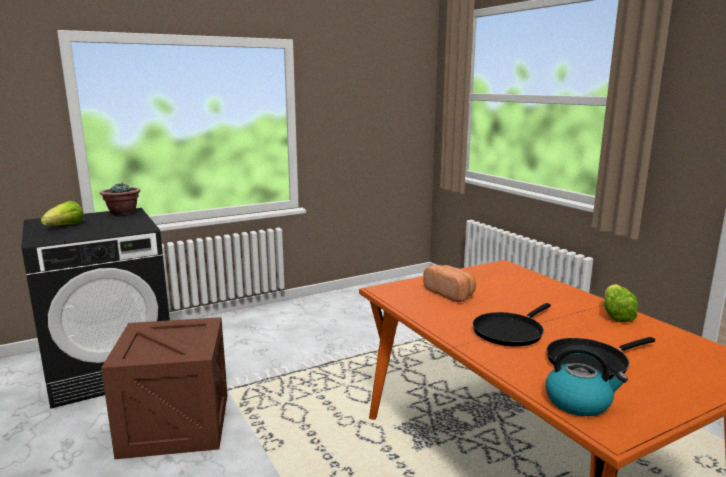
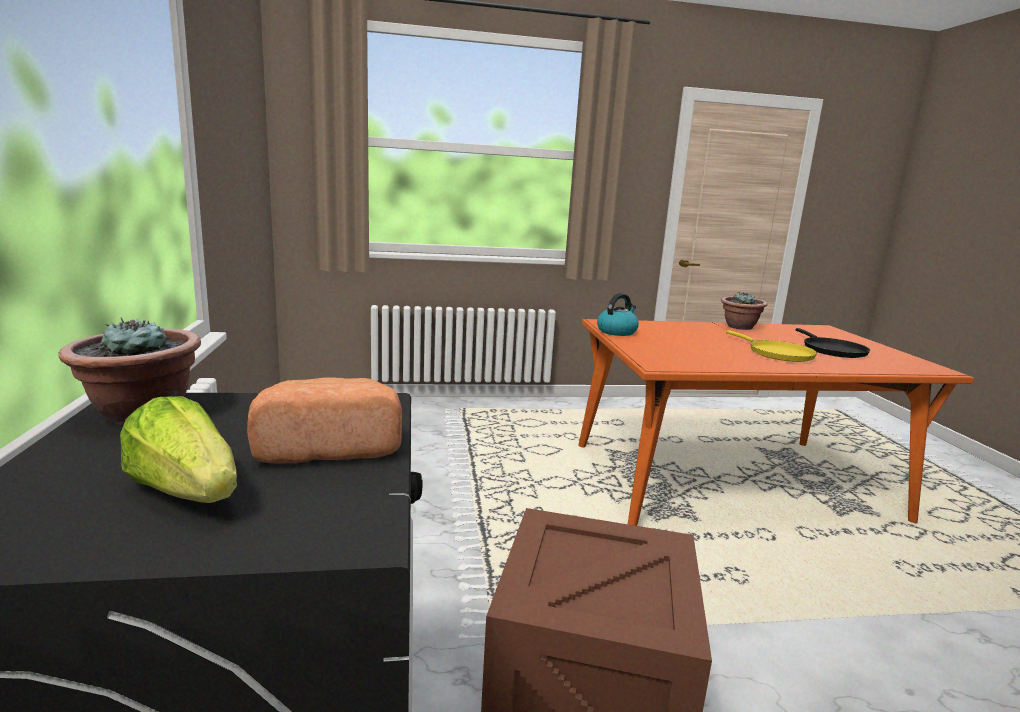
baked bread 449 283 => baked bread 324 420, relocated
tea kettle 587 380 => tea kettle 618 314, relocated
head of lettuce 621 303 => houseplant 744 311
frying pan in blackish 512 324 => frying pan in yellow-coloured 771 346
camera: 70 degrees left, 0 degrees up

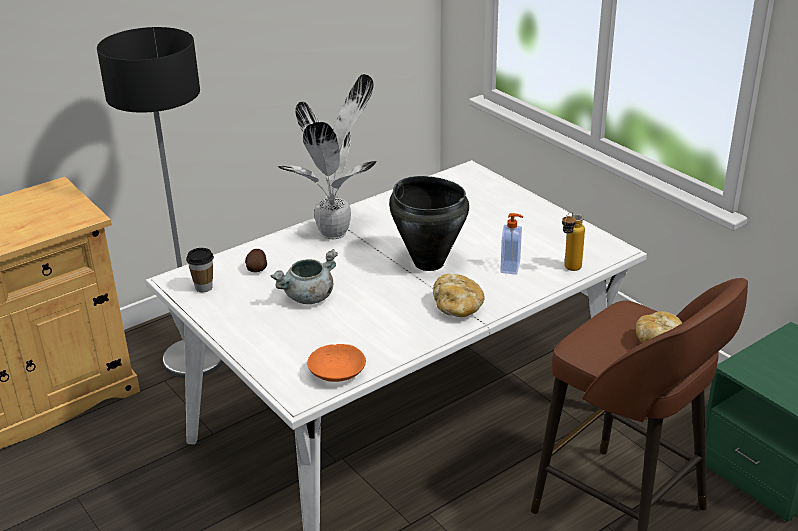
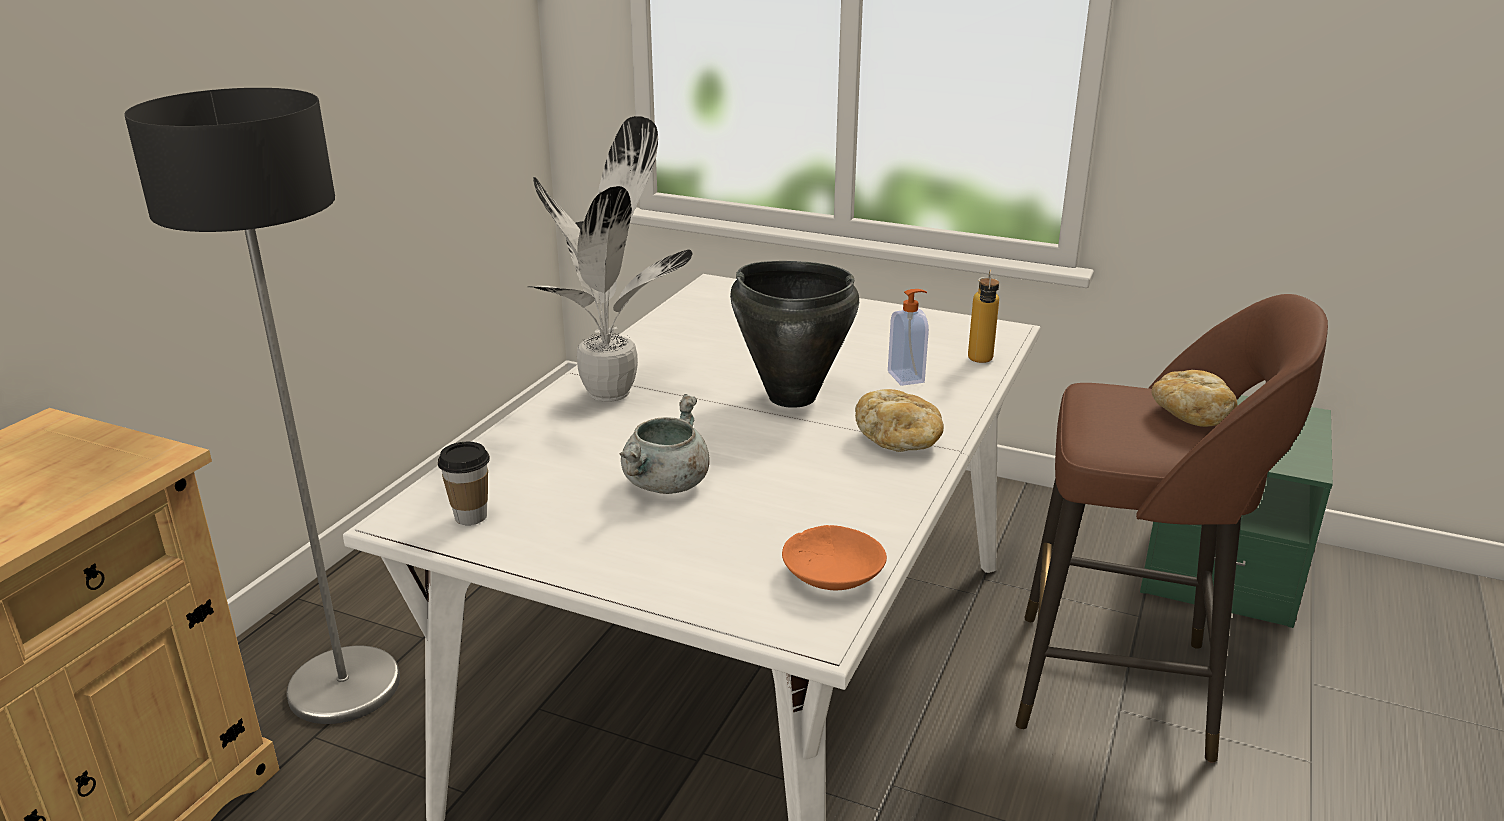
whole potato 256 260 => nothing
camera: 30 degrees left, 5 degrees down

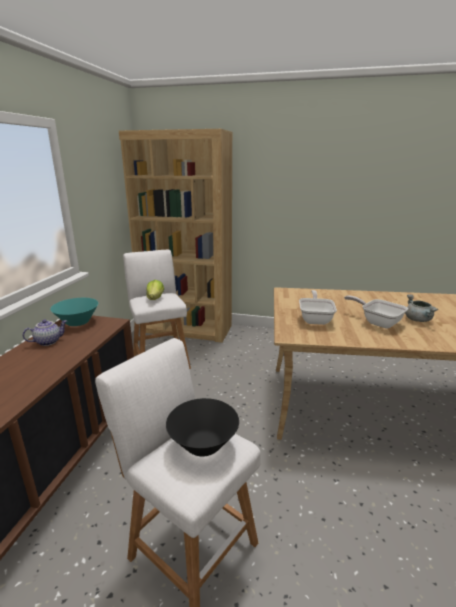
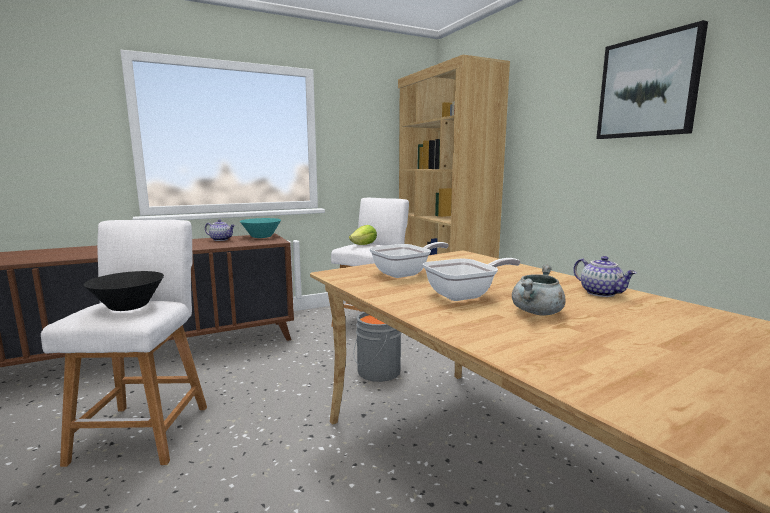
nothing => water bucket in gray 377 347
frying pan 376 312 => frying pan 472 279, 60 degrees clockwise
nothing => pot for tea 605 276
nothing => picture 652 79
camera: 50 degrees right, 10 degrees down

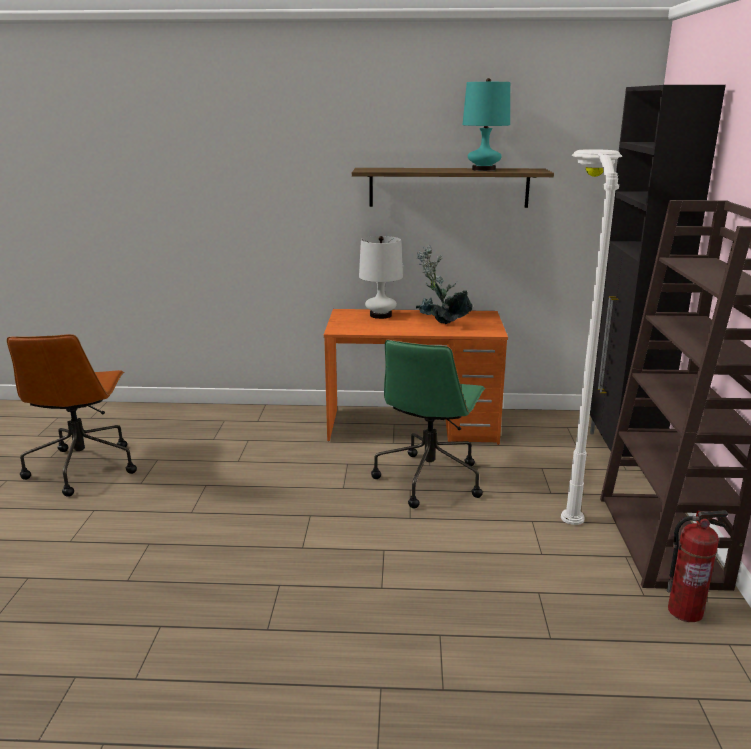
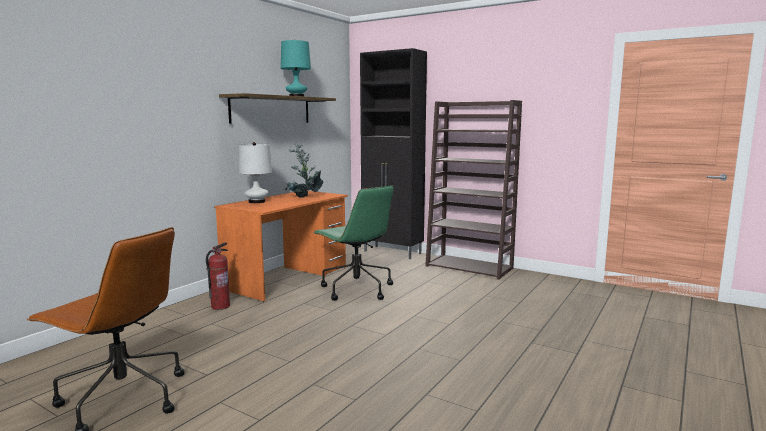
fire extinguisher 697 566 => fire extinguisher 218 276, relocated
standing lamp in whitish 591 337 => nothing
camera: 60 degrees left, 10 degrees down

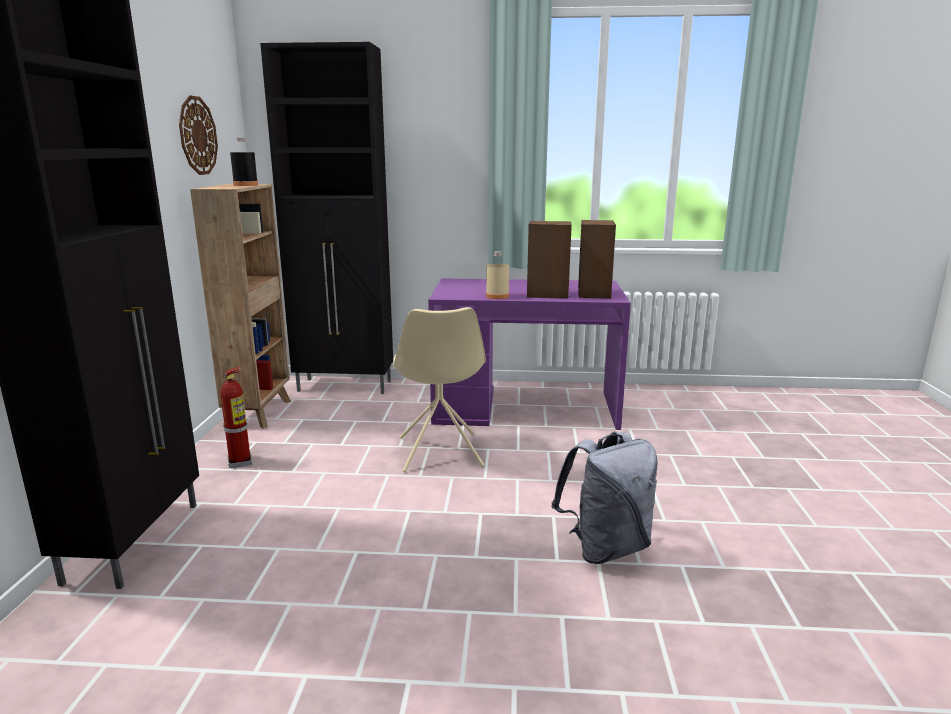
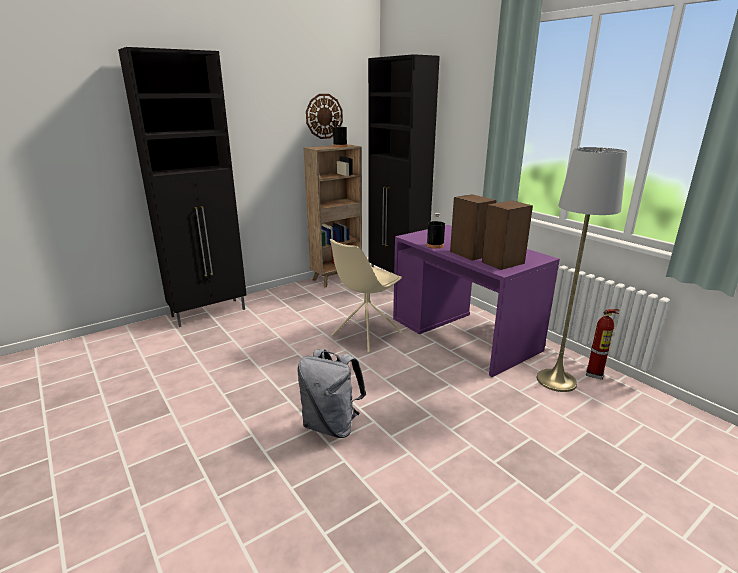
bottle in sand-coloured 497 275 => bottle in blackish 436 231
nothing => standing lamp in gray 582 269
fire extinguisher 236 417 => fire extinguisher 603 344, relocated
camera: 50 degrees right, 5 degrees up

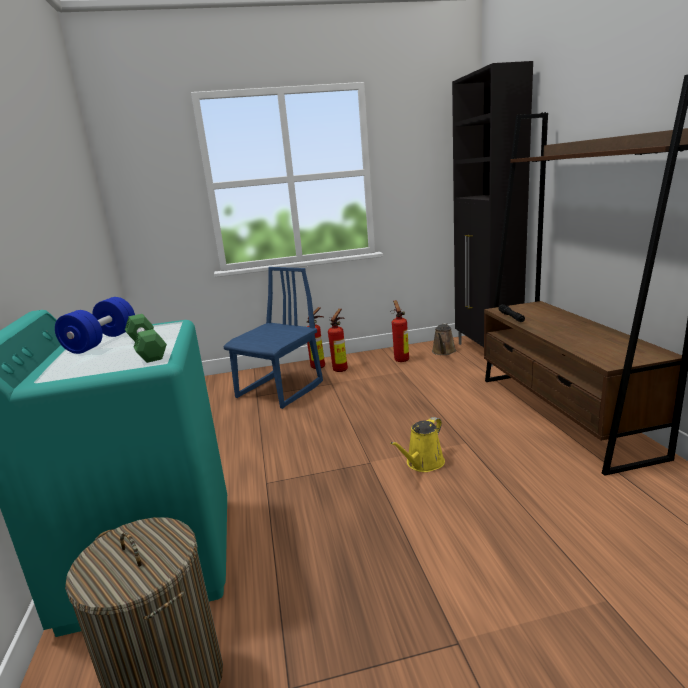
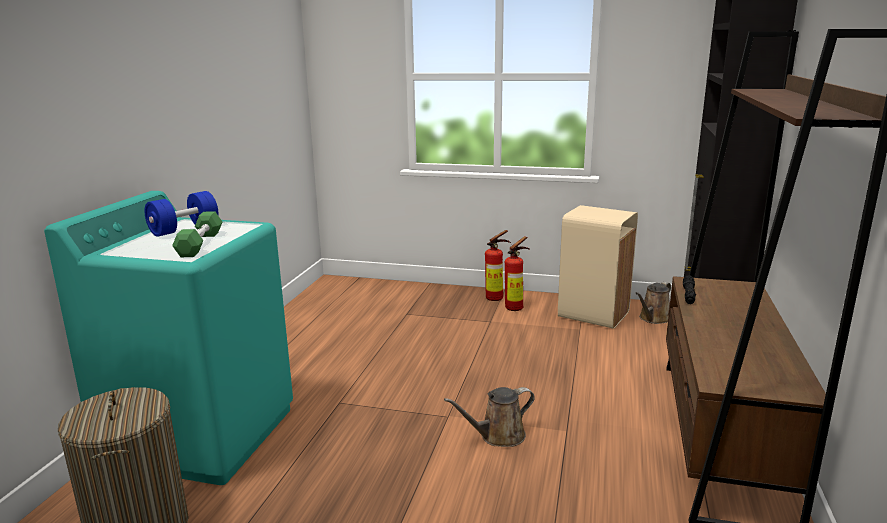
watering can in yellow-coloured 417 444 => watering can in brown-coloured 489 417
fire extinguisher 400 331 => rubbish bin in sand-coloured 598 267
upright chair in blue-coloured 273 338 => nothing
camera: 25 degrees right, 0 degrees up

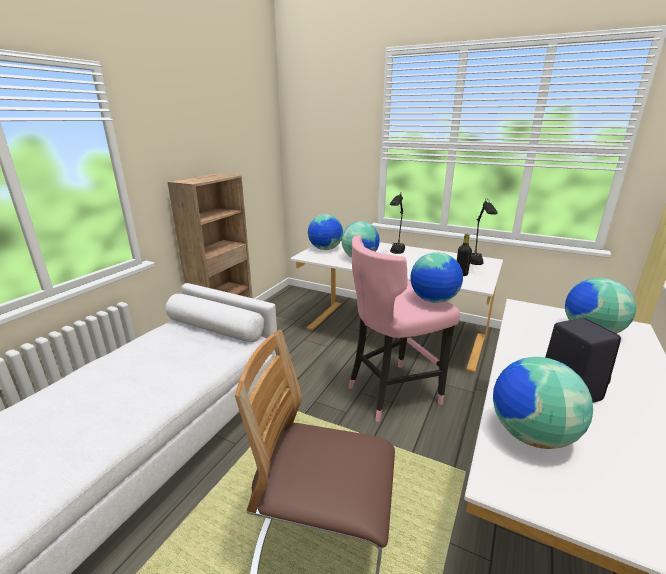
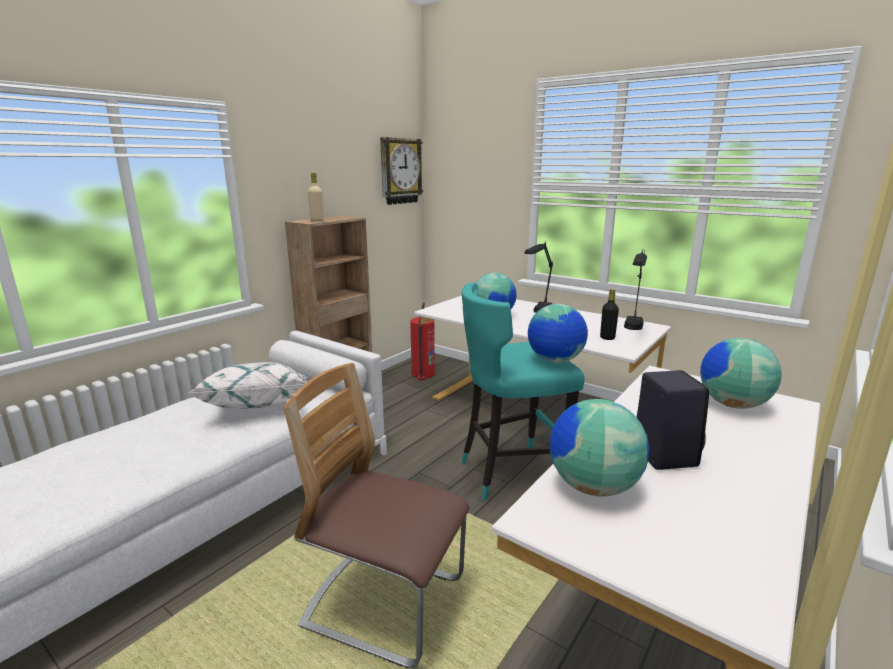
nothing => cushion in whitish 248 385
nothing => bottle in sand-coloured 316 197
nothing => clock on the wall 401 171
nothing => fire extinguisher 422 342
stool in pinkish 404 328 => stool in blue-green 523 391
globe 325 232 => nothing
camera: 10 degrees right, 5 degrees down

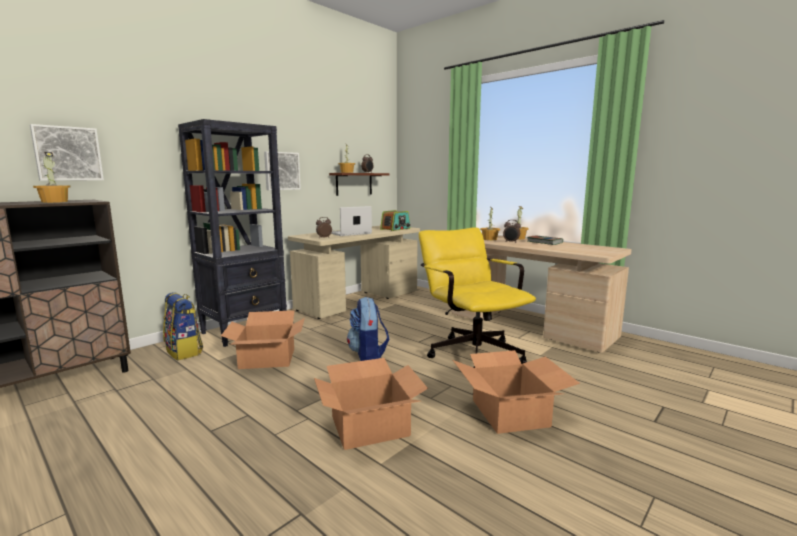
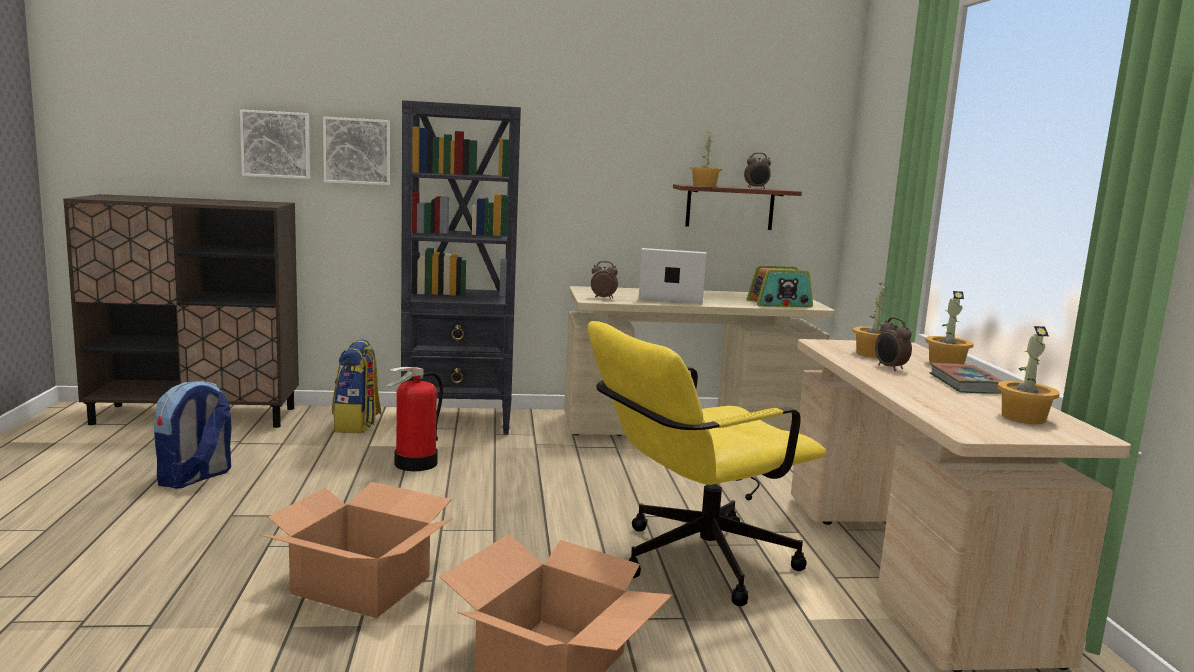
backpack 368 329 => backpack 192 435, relocated
picture 282 170 => picture 356 151, relocated
carton 263 339 => fire extinguisher 415 419
desk chair in yellow-coloured 477 298 => desk chair in yellow-coloured 707 463, 135 degrees counterclockwise
houseplant 52 177 => houseplant 1028 375, relocated
camera: 40 degrees right, 0 degrees up

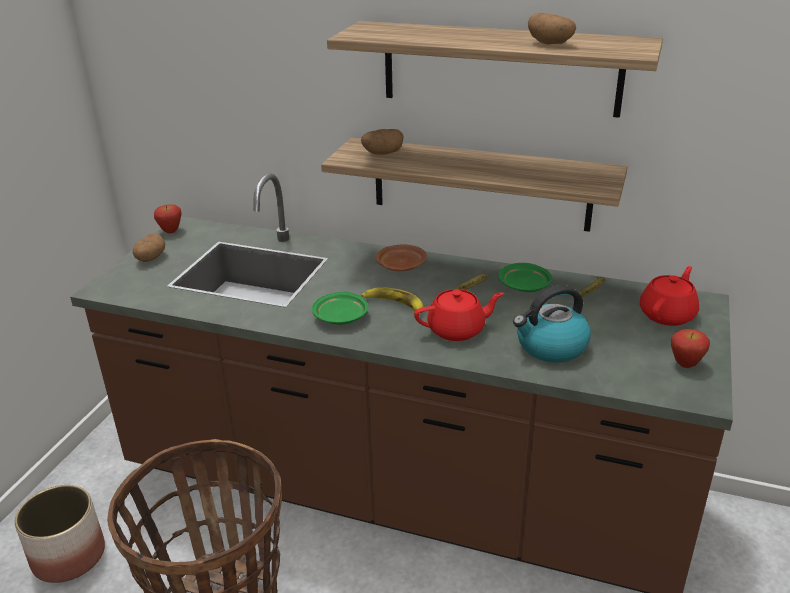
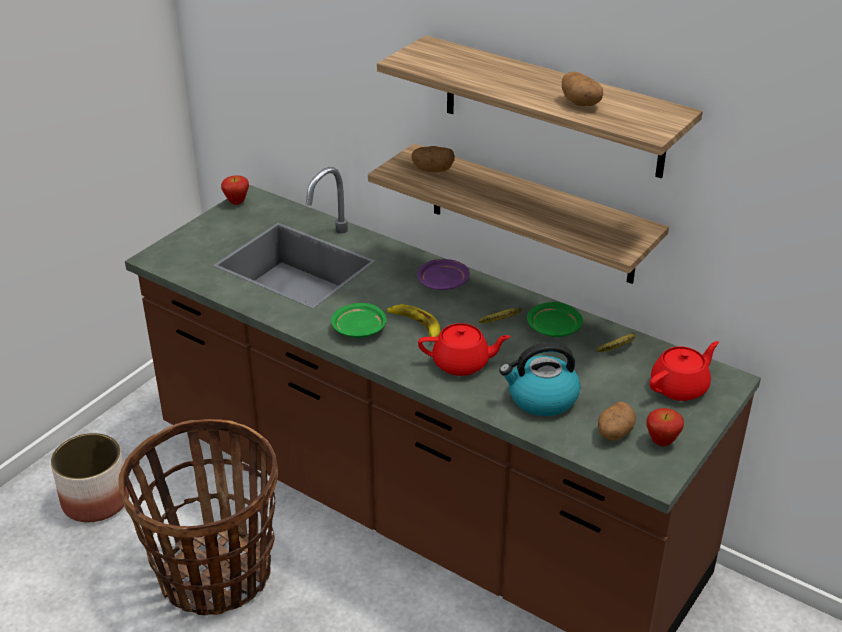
plate in brown-coloured 401 257 => plate in purple-coloured 443 274
whole potato 149 247 => whole potato 617 421, relocated
camera: 15 degrees right, 5 degrees up

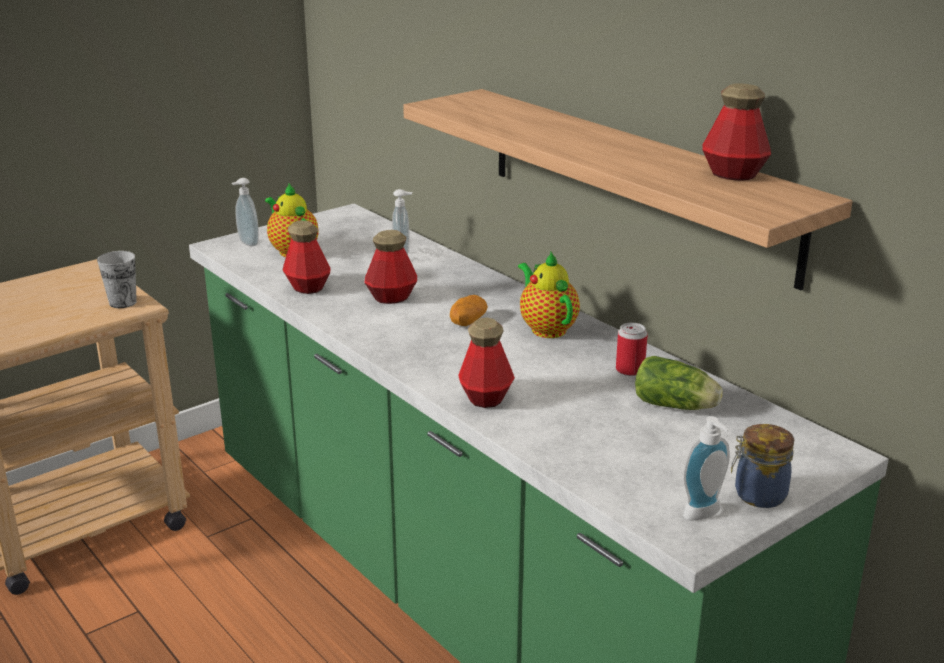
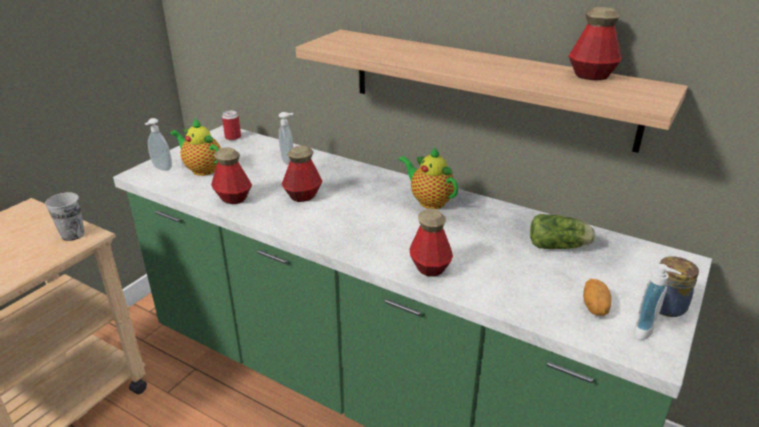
sealed can 632 349 => sealed can 231 125, relocated
whole potato 469 310 => whole potato 597 297, relocated
camera: 20 degrees left, 5 degrees up

